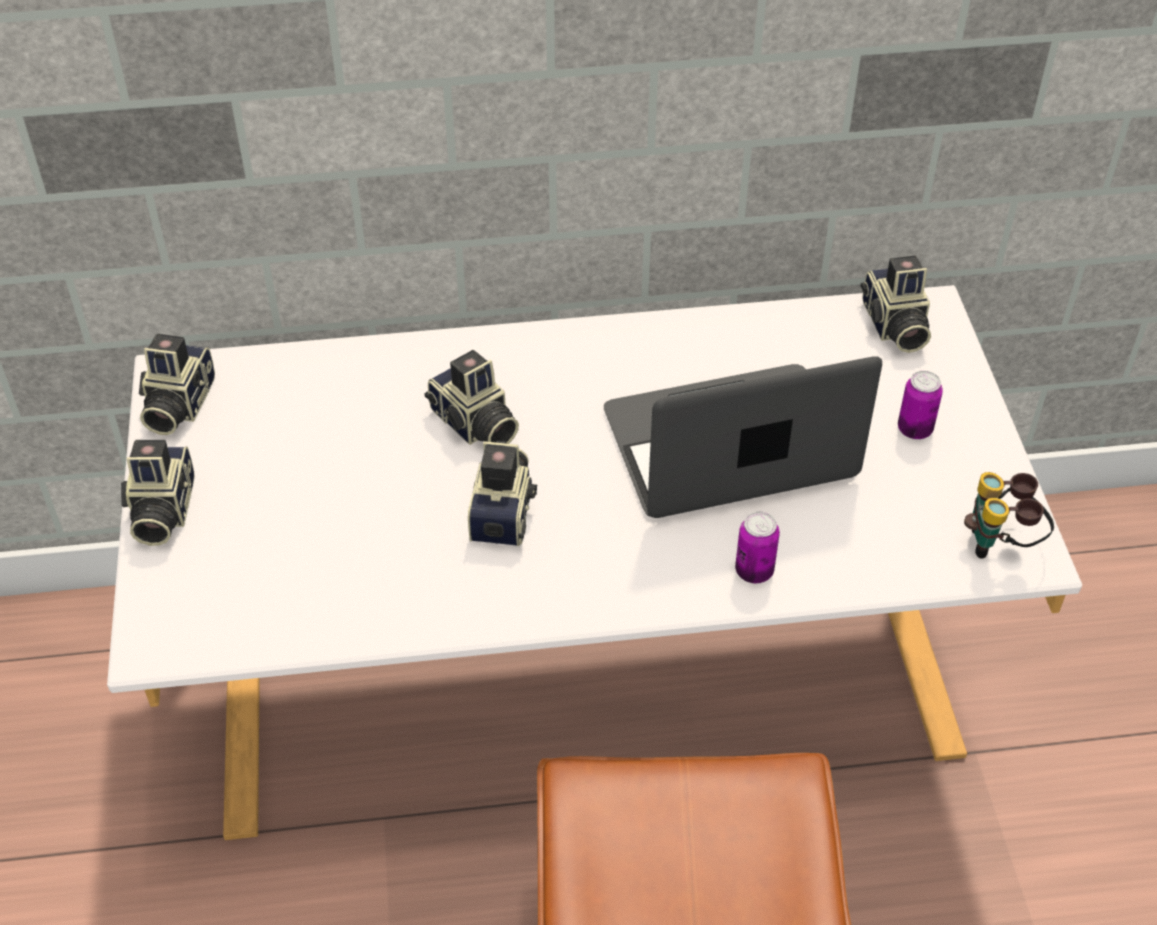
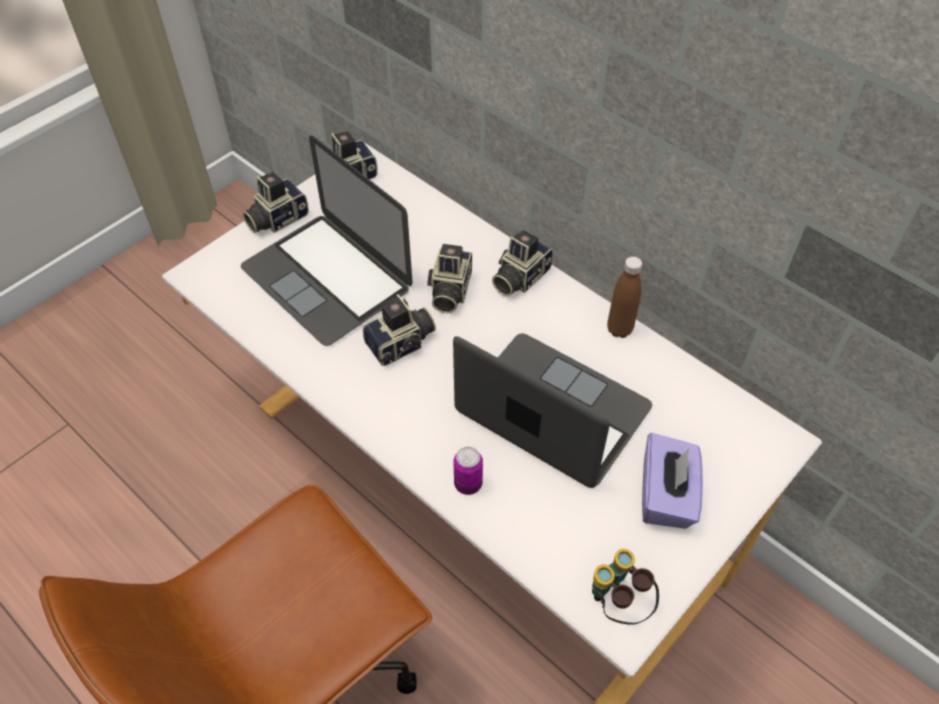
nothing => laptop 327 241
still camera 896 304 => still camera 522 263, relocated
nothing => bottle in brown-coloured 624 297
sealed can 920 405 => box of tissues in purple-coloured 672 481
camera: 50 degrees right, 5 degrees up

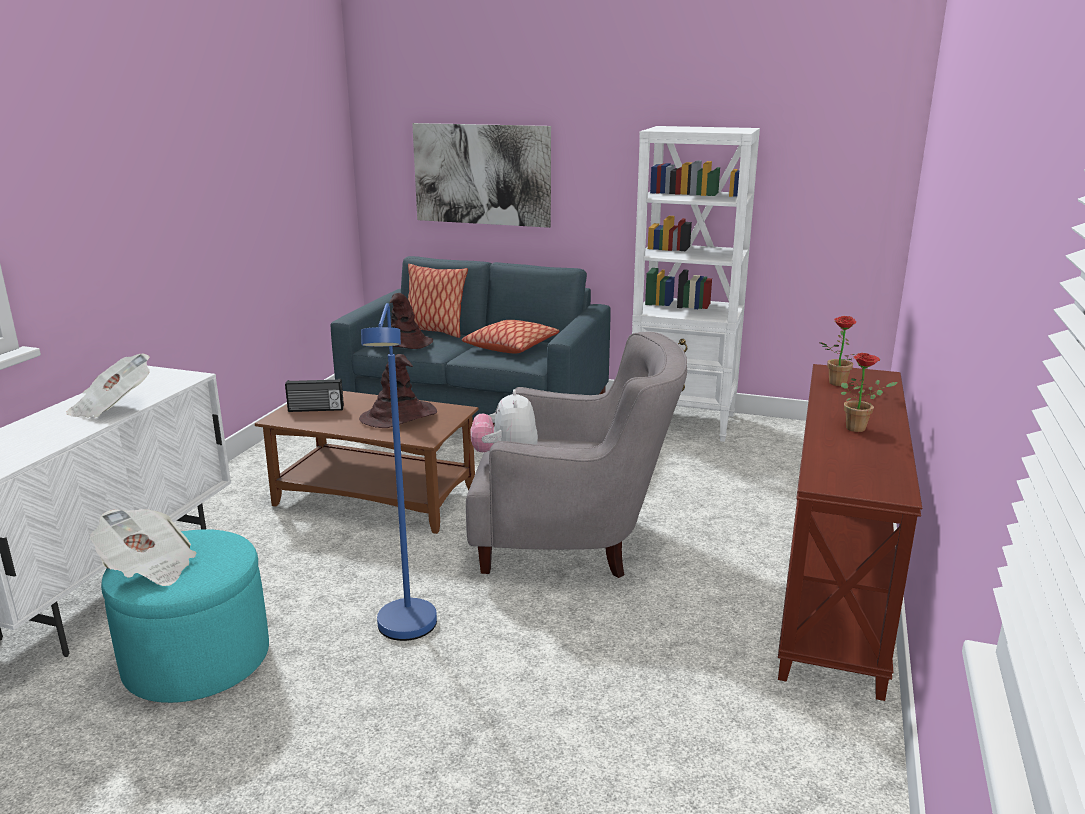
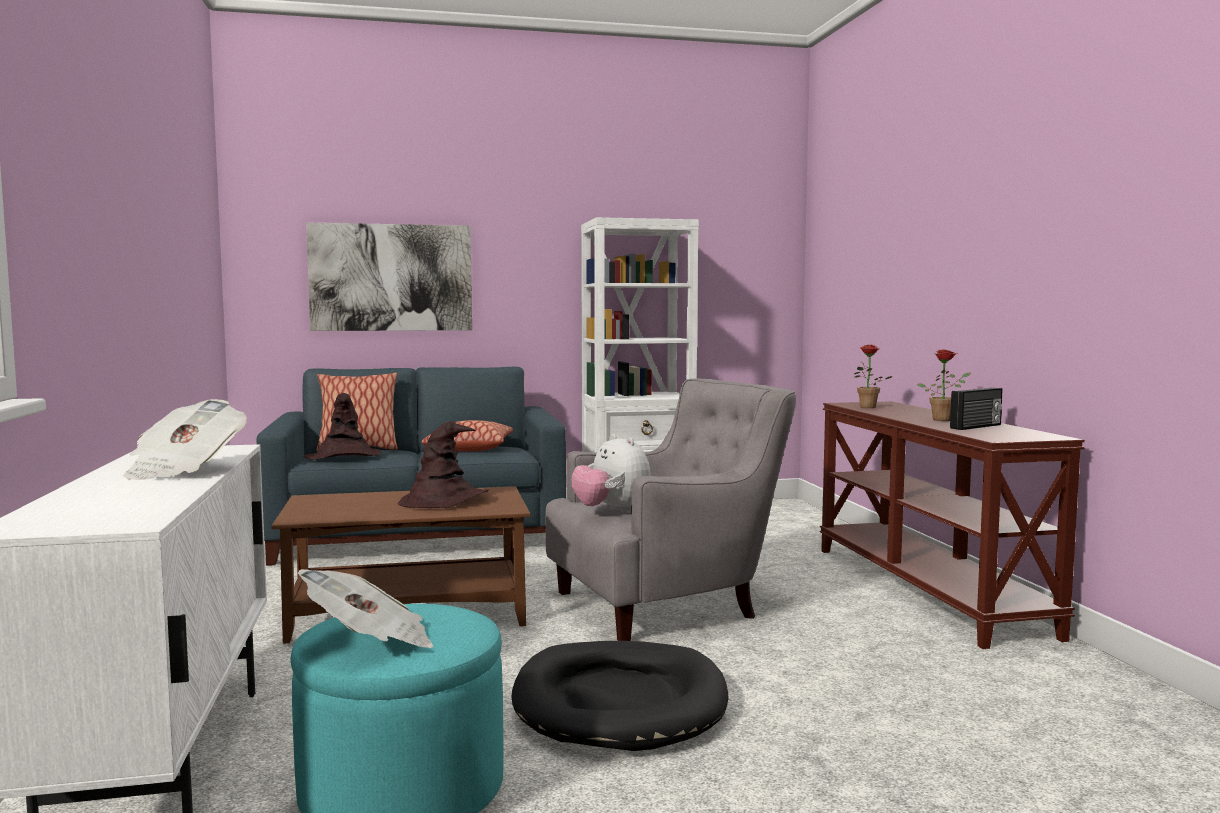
standing lamp in blue-coloured 399 472 => pet bed in blackish 619 696
radio set 314 395 => radio set 976 409, relocated
camera: 30 degrees left, 15 degrees down

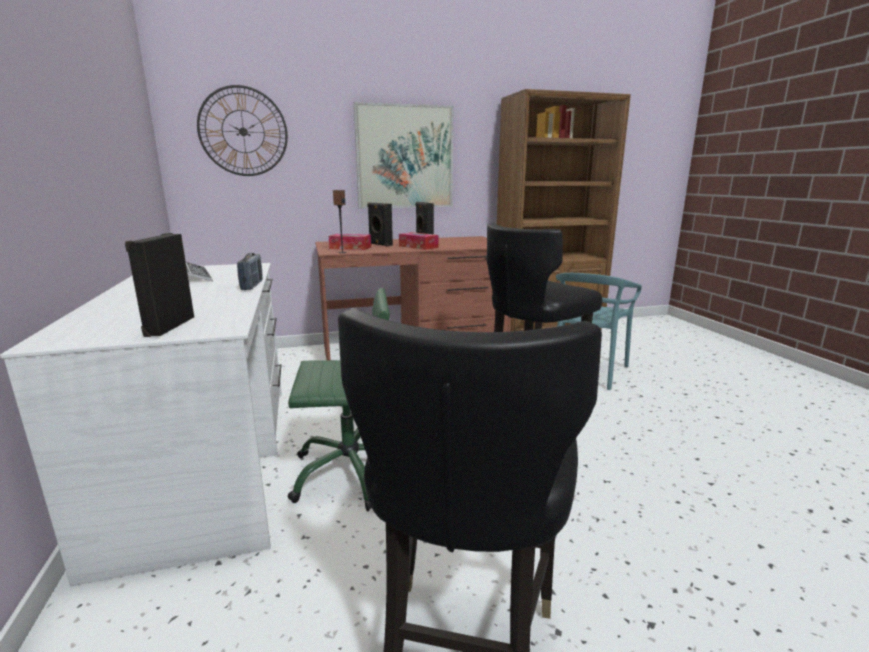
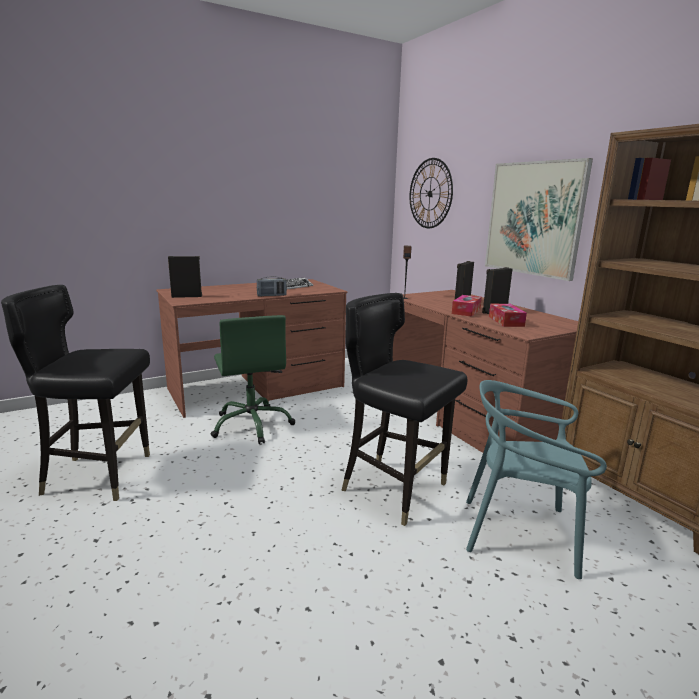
desk table in whitish 141 424 => desk table in brown-coloured 251 348
box of tissues 350 242 => box of tissues 508 315, relocated
camera: 75 degrees right, 0 degrees up

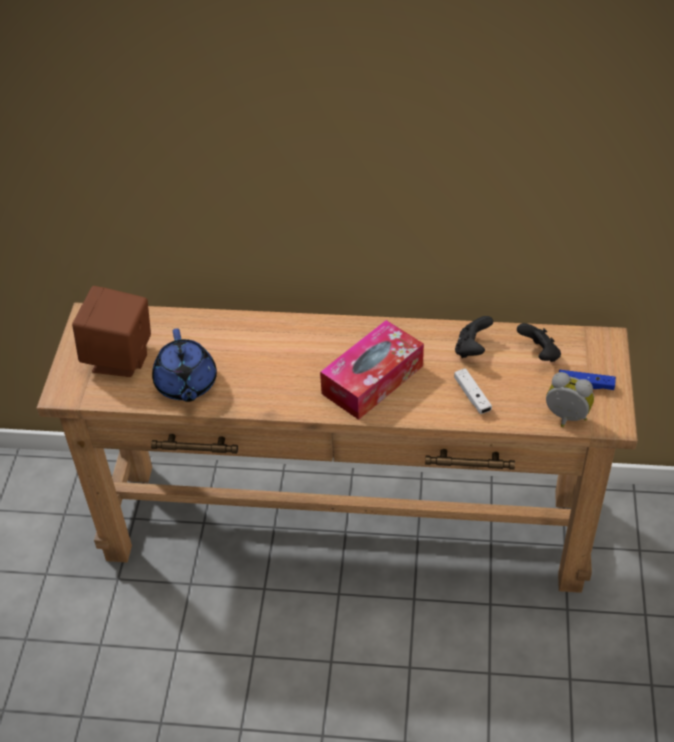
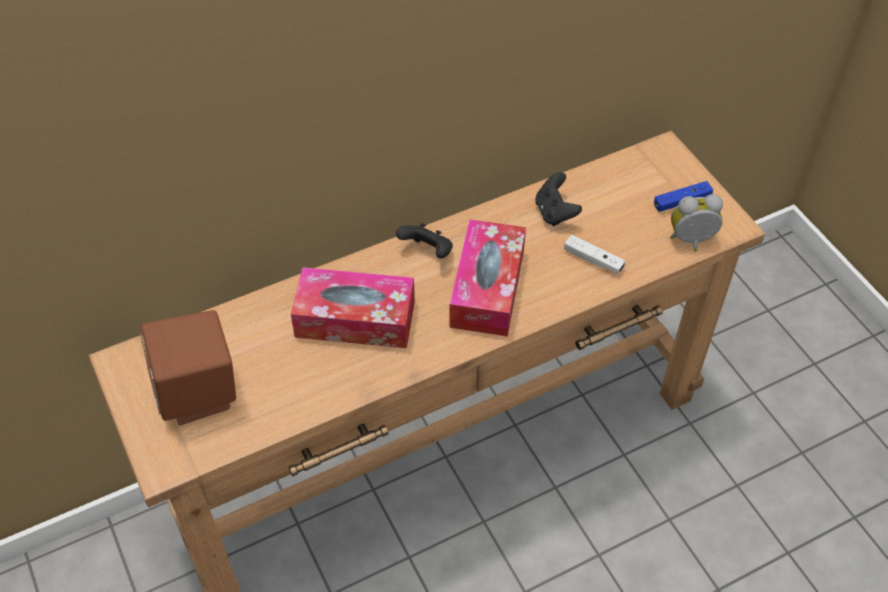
nothing => box of tissues 353 307
joypad in blackish 539 342 => joypad in blackish 424 240, relocated
pot for tea in blue-coloured 184 365 => nothing
camera: 35 degrees left, 5 degrees up

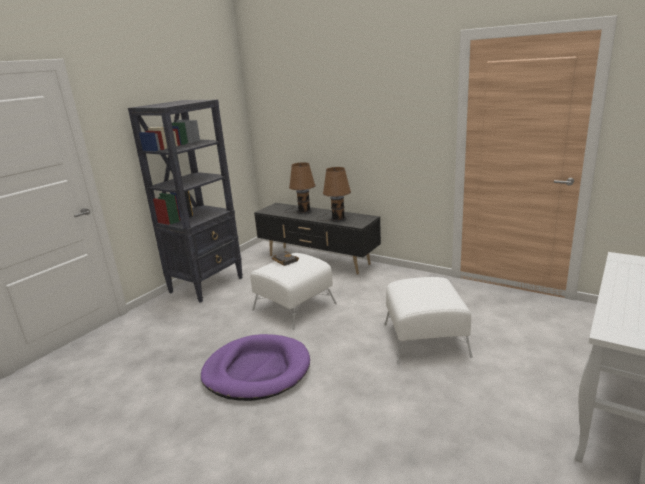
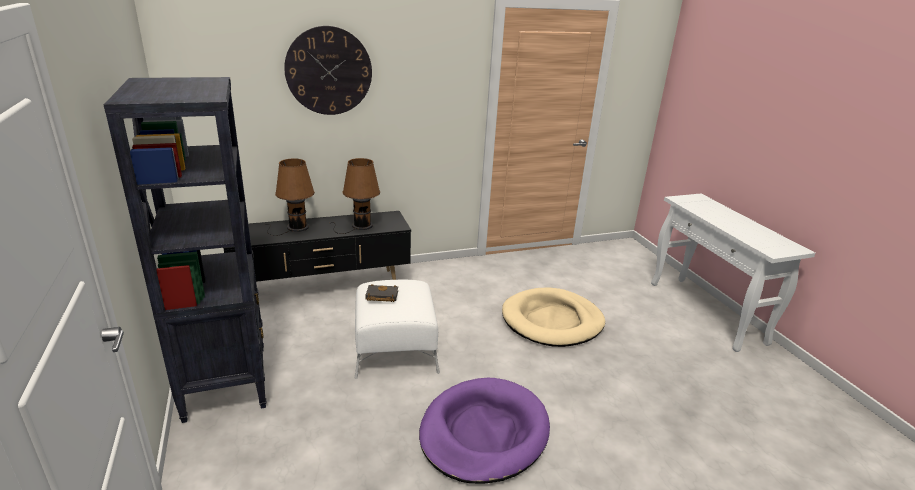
nothing => clock on the wall 328 70
footrest in whitish 428 321 => pet bed in sand-coloured 553 317
camera: 55 degrees left, 5 degrees up

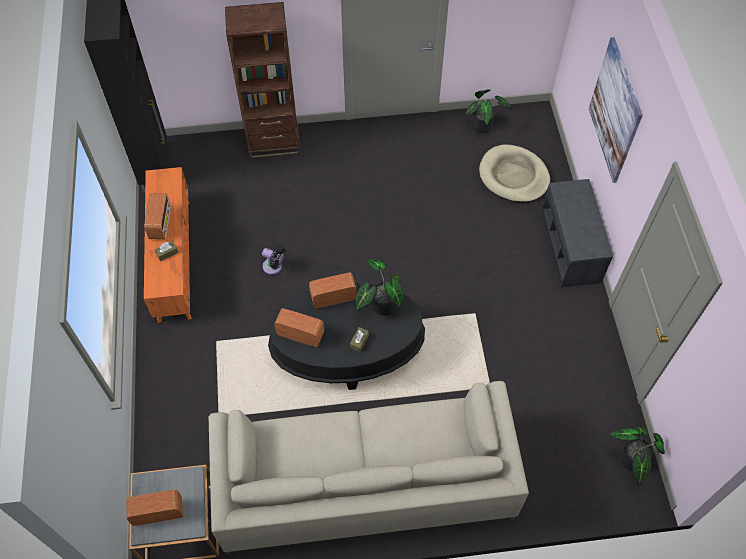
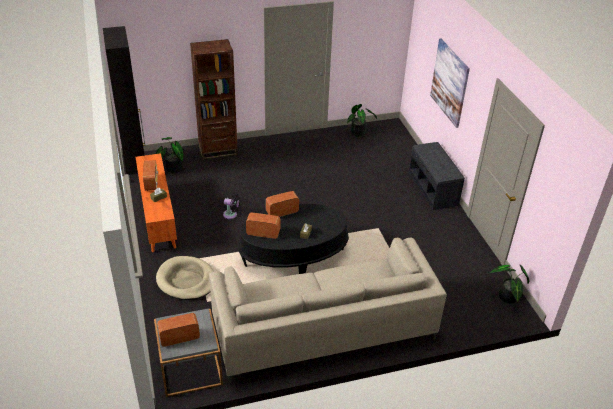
houseplant 379 287 => houseplant 170 155, relocated
pet bed in sand-coloured 514 173 => pet bed in sand-coloured 185 278, relocated
camera: 10 degrees left, 20 degrees down

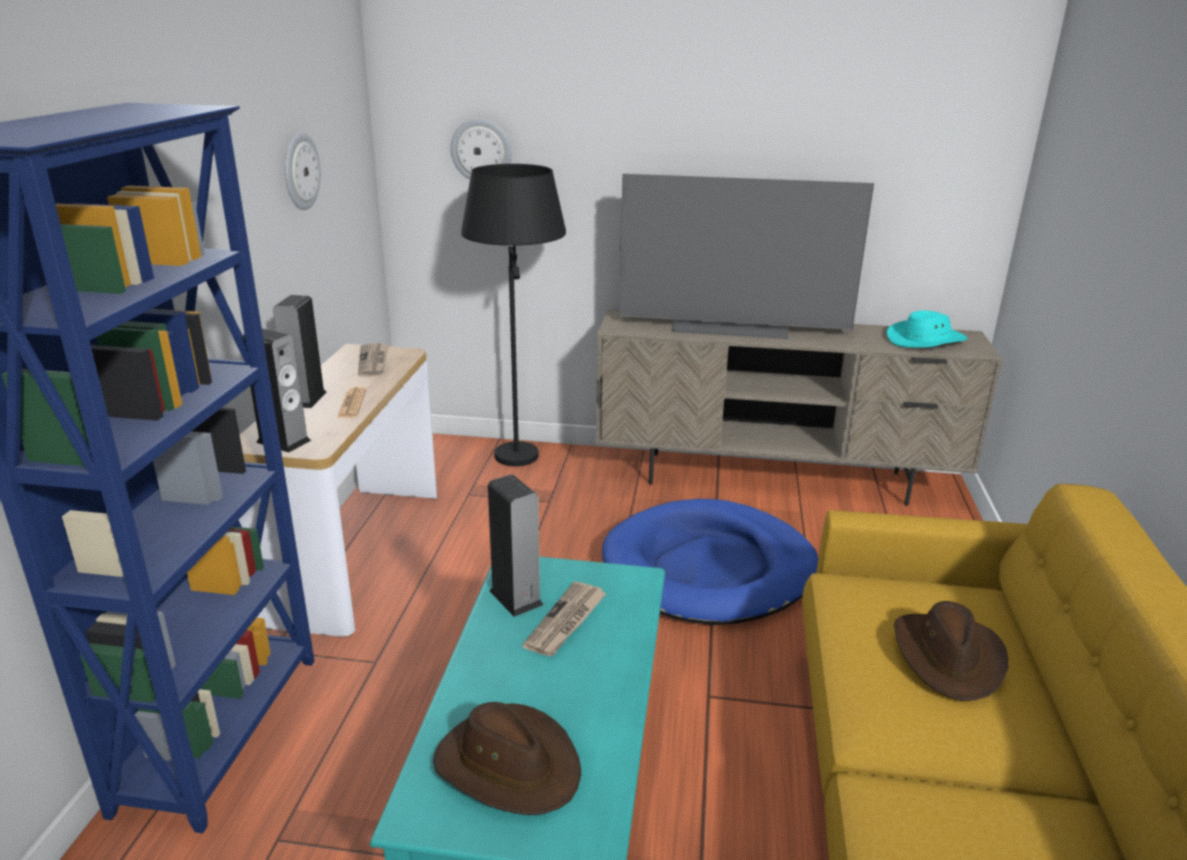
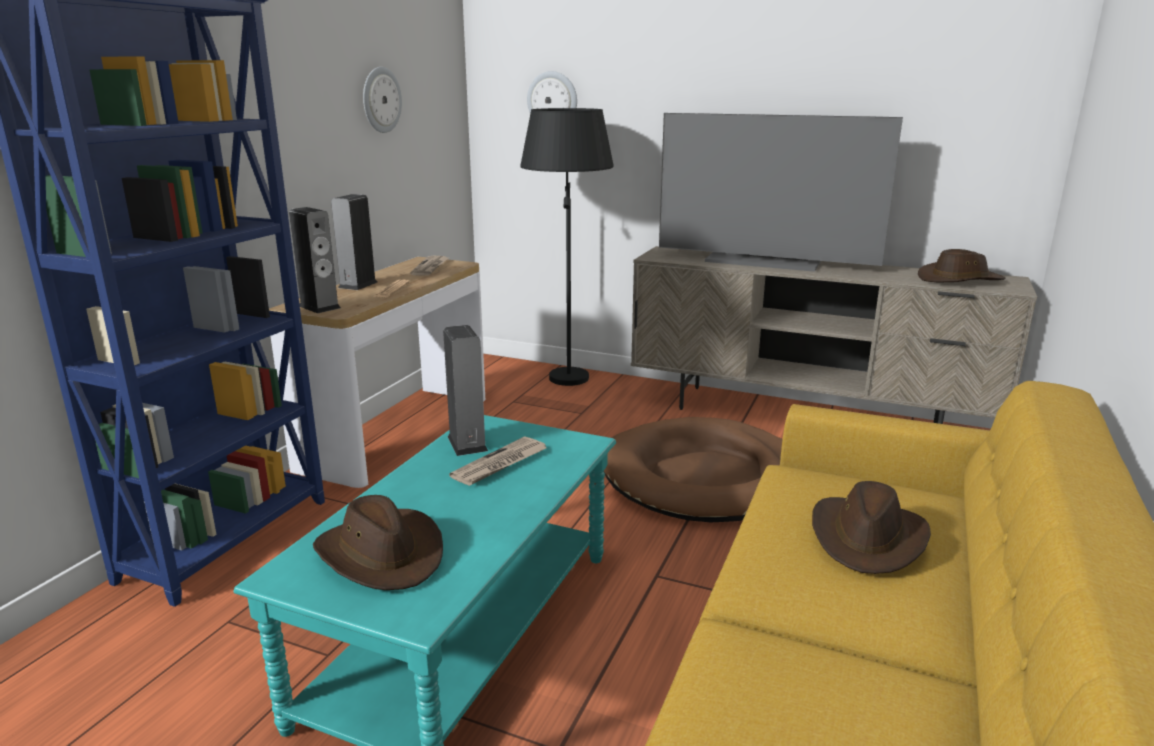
pet bed in blue-coloured 710 562 => pet bed in brown-coloured 693 469
clothing hat in blue-green 927 329 => clothing hat in brown-coloured 961 265
camera: 15 degrees right, 5 degrees down

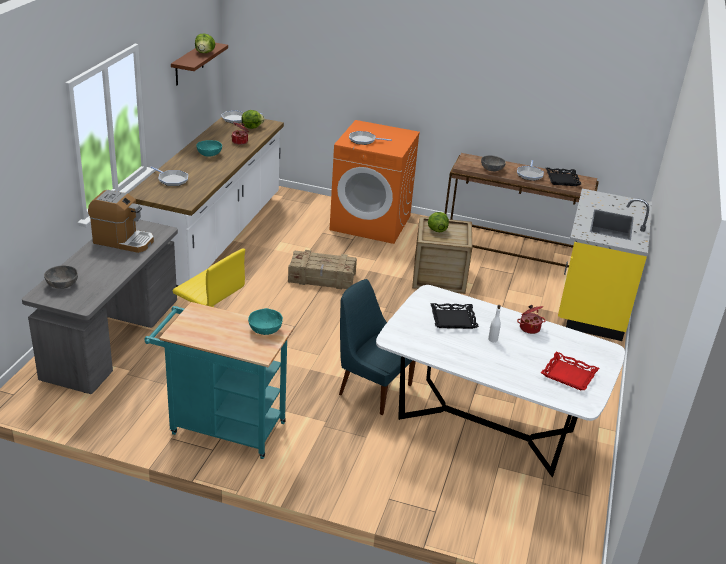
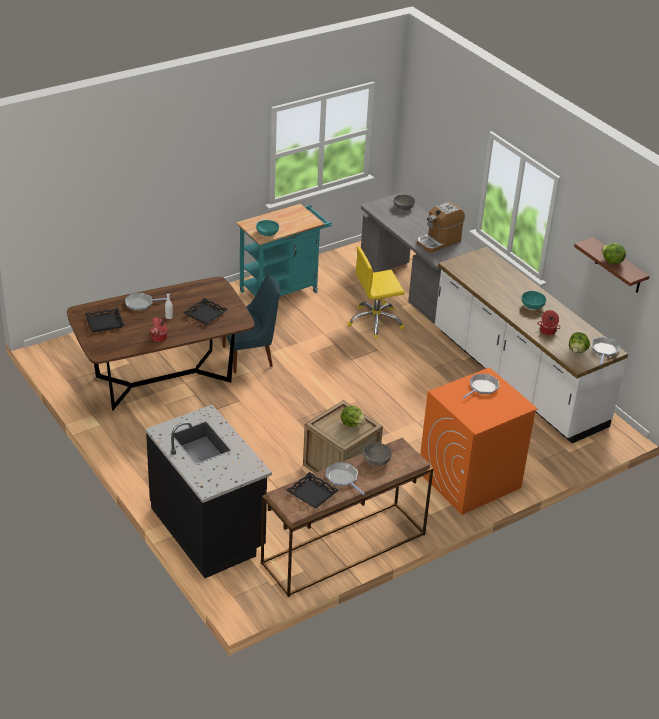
dinner table in whitish 500 381 => dinner table in brown-coloured 161 343
tray in reddish 570 371 => tray in blackish 105 320
frying pan 169 176 => frying pan 146 302, relocated
counter in yellow-coloured 605 265 => counter in blackish 209 491
packing crate 322 269 => nothing
camera: 130 degrees right, 5 degrees up

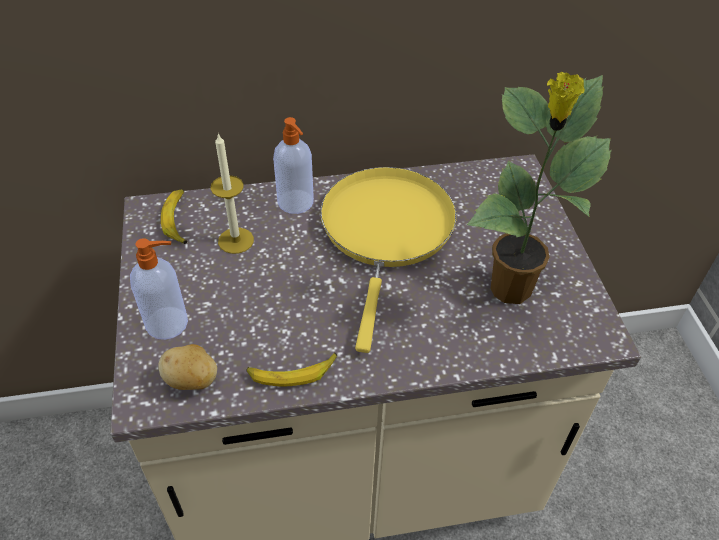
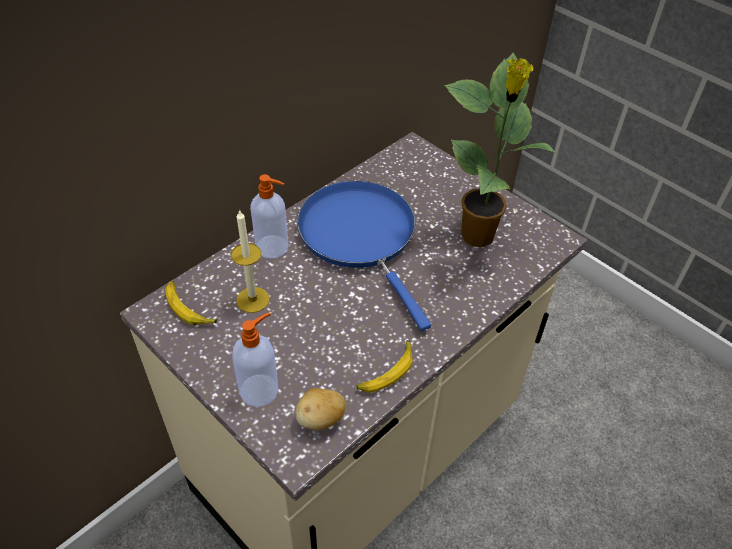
frying pan in yellow-coloured 388 260 => frying pan in blue-coloured 364 256
camera: 35 degrees left, 0 degrees up

